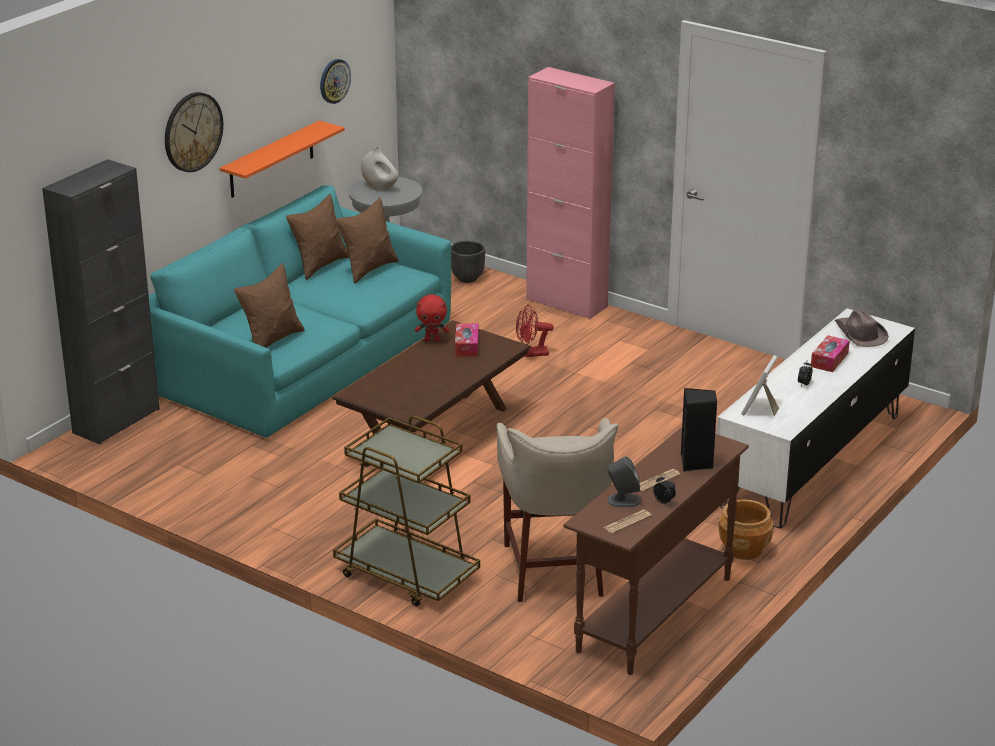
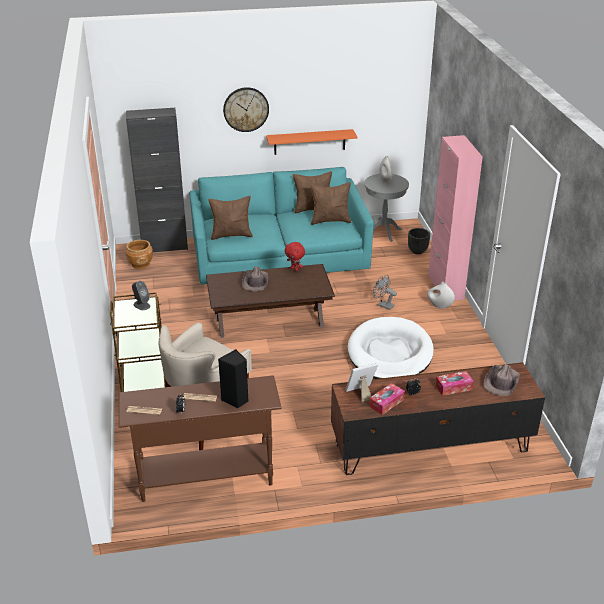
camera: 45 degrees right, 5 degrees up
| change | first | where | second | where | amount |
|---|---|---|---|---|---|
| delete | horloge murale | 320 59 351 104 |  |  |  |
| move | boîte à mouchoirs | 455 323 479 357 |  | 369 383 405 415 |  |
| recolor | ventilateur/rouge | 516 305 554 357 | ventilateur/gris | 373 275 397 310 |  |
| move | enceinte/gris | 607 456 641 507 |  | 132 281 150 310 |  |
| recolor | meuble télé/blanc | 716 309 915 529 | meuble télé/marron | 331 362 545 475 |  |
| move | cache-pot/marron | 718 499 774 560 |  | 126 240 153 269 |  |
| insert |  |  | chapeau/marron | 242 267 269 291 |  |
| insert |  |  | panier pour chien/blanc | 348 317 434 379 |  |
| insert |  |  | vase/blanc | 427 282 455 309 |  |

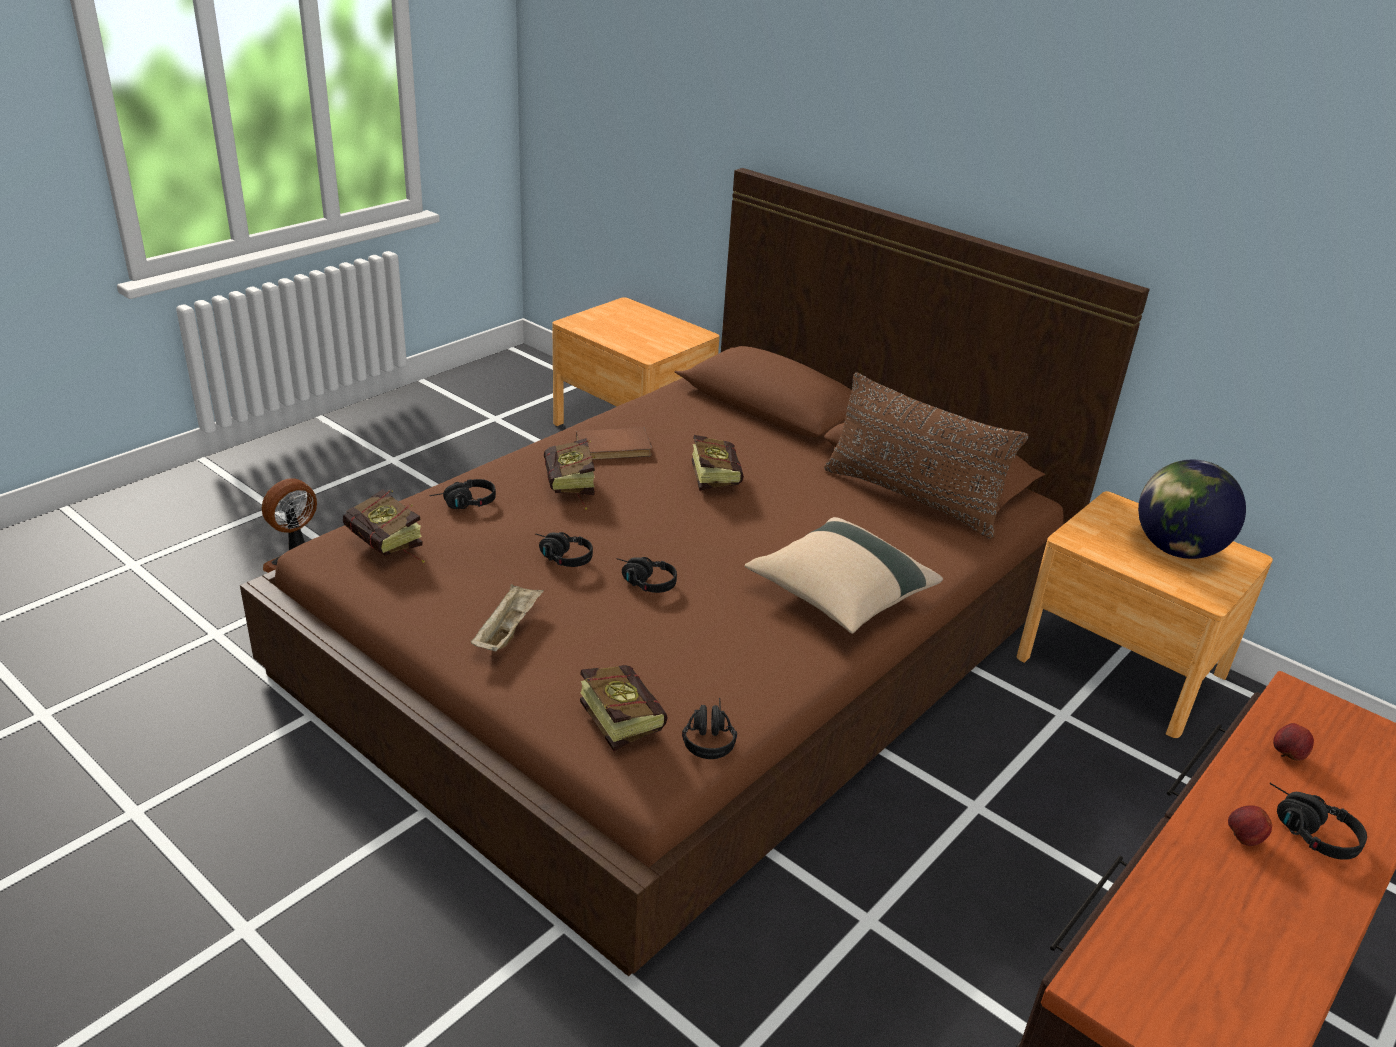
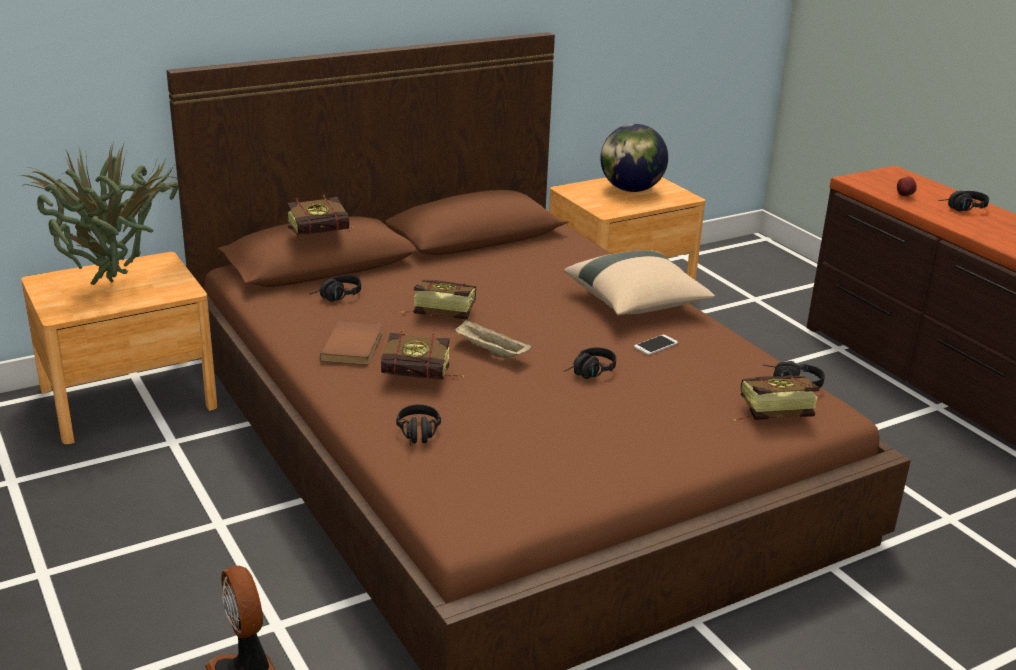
camera: 70 degrees left, 5 degrees down
| change | first | where | second | where | amount |
|---|---|---|---|---|---|
| move | livre | 343 489 424 563 |  | 287 195 353 235 |  |
| move | plateau/beige | 471 584 544 651 |  | 453 320 532 358 |  |
| move | casque audio/noir | 535 532 593 567 |  | 309 275 361 302 |  |
| delete | coussin/marron | 824 372 1029 539 |  |  |  |
| delete | pomme | 1228 806 1272 846 |  |  |  |
| insert |  |  | plante en pot | 21 142 180 285 |  |
| insert |  |  | téléphone | 634 334 678 355 |  |

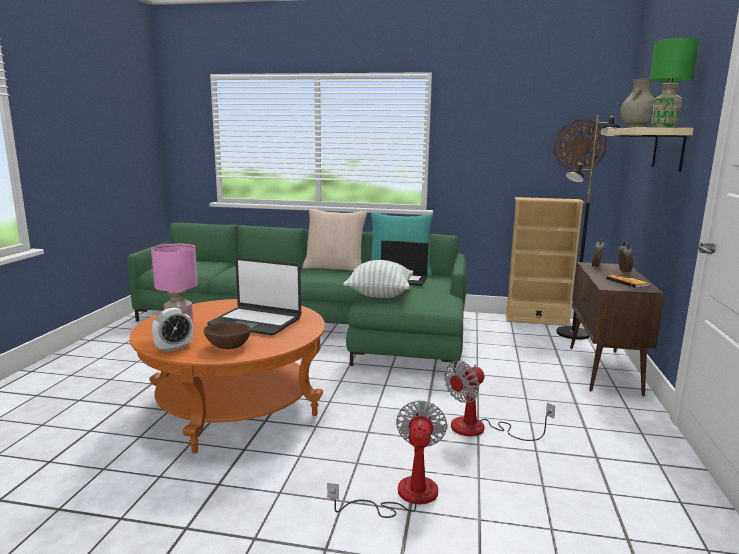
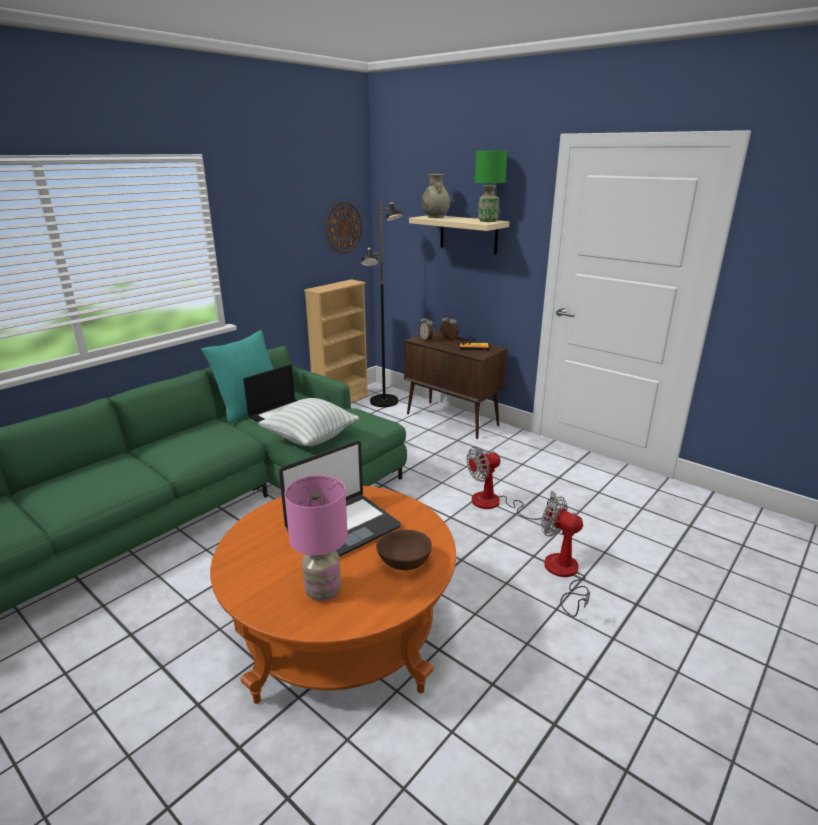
camera: 60 degrees left, 10 degrees up
| change | first | where | second | where | amount |
|---|---|---|---|---|---|
| delete | réveil | 152 308 193 352 |  |  |  |
| delete | coussin/beige | 302 209 368 271 |  |  |  |
| rotate | ventilateur | 444 361 555 441 |  | 467 446 556 520 | 75 degrees clockwise |

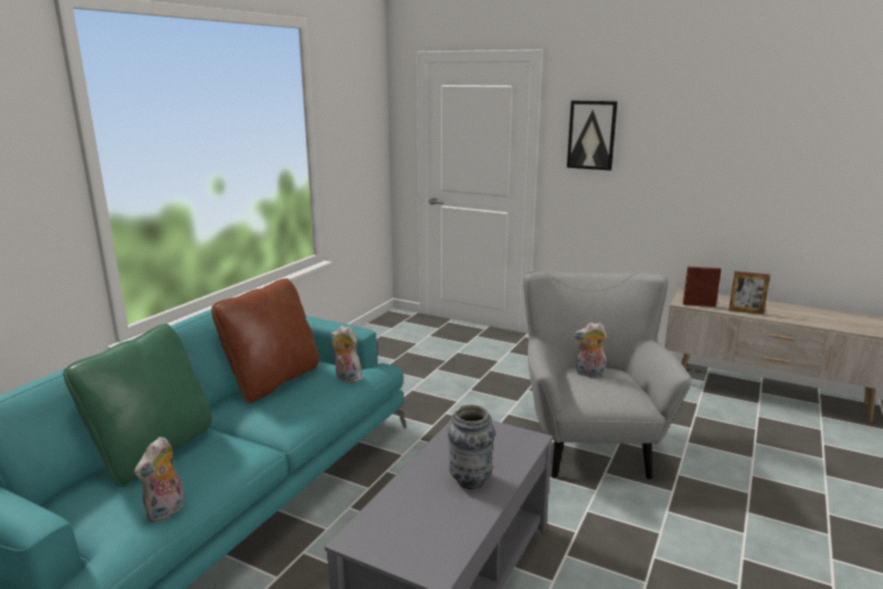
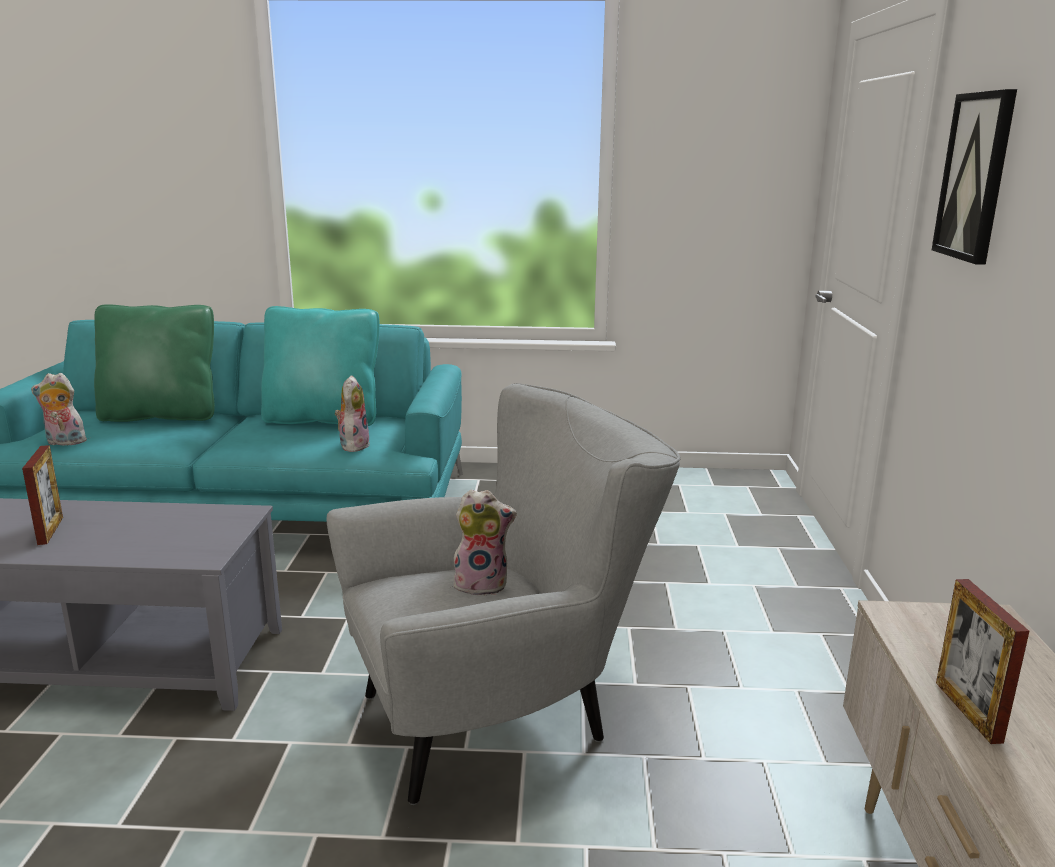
camera: 65 degrees right, 0 degrees up
| change | first | where | second | where | amount |
|---|---|---|---|---|---|
| recolor | coussin/marron | 211 279 319 403 | coussin/turquoise | 261 306 380 426 |  |
| delete | vase | 448 405 495 489 |  |  |  |
| rotate | peluche | 574 323 607 378 |  | 453 489 517 596 | 105 degrees clockwise |
| move | cadre photo | 683 267 721 307 |  | 22 445 63 545 |  |

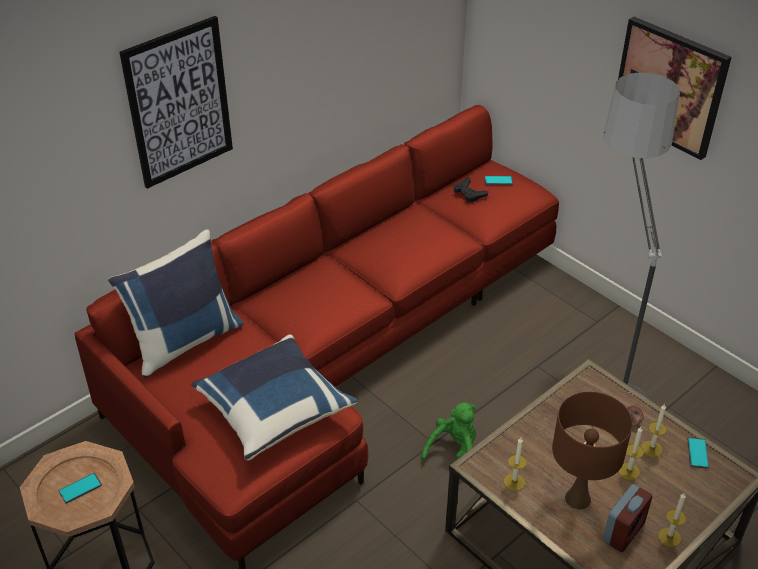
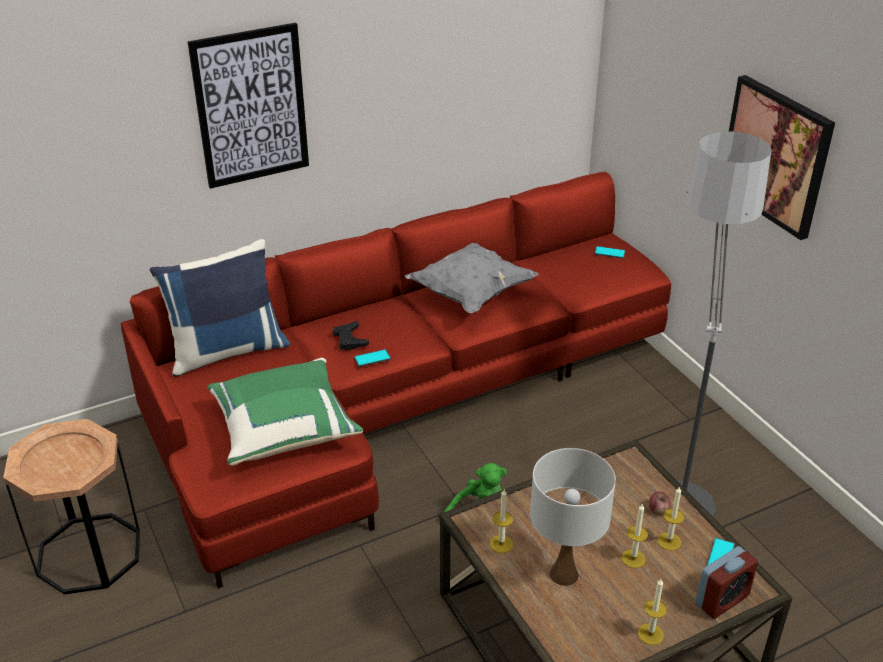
camera: 15 degrees right, 5 degrees down
| change | first | where | second | where | amount |
|---|---|---|---|---|---|
| move | téléphone | 58 473 102 504 |  | 354 349 391 367 |  |
| recolor | coussin/bleu | 191 335 358 461 | coussin/vert | 207 358 363 466 |  |
| move | manette/noir | 453 177 488 203 |  | 333 321 369 351 |  |
| recolor | lampe de table/marron | 552 392 633 510 | lampe de table/blanc | 530 448 616 586 |  |
| move | réveil | 603 484 653 552 |  | 695 546 758 619 |  |
| insert |  |  | coussin/gris | 405 243 539 313 |  |

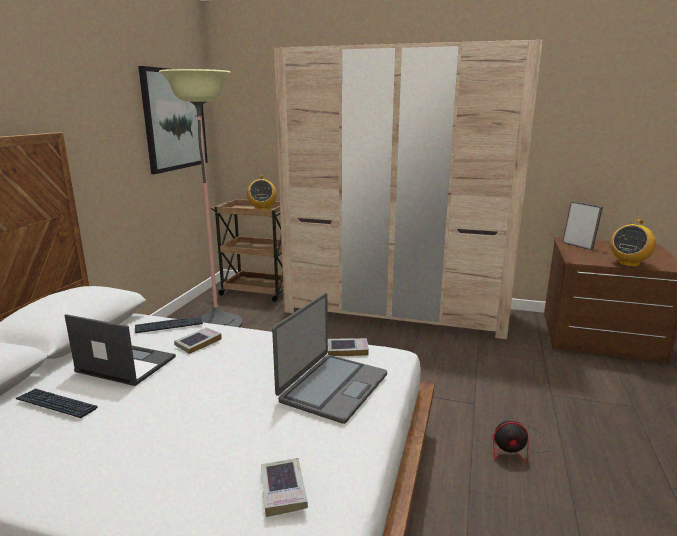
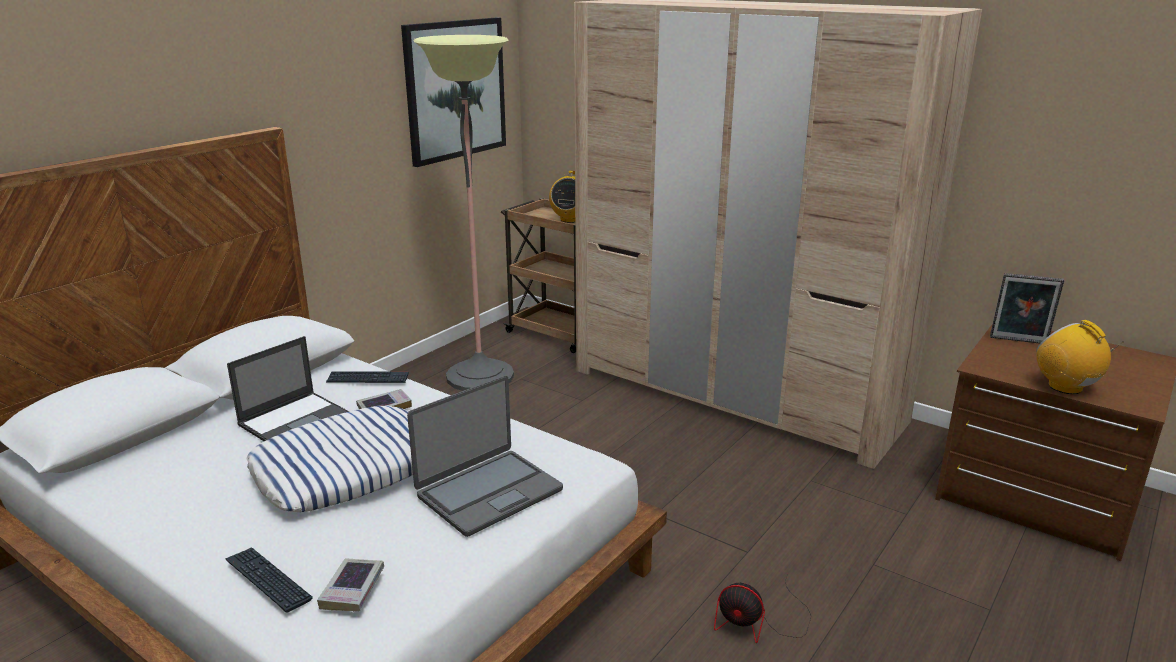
camera: 20 degrees right, 5 degrees up
| change | first | where | second | where | amount |
|---|---|---|---|---|---|
| move | clavier | 16 389 98 418 |  | 225 547 313 613 |  |
| rotate | ordinateur portable | 64 314 176 386 |  | 227 336 350 441 | 90 degrees clockwise |
| delete | livre | 328 338 369 356 |  |  |  |
| rotate | cadre photo | 562 201 603 250 |  | 990 273 1064 344 | 120 degrees clockwise |
| rotate | radio | 610 219 656 267 |  | 1036 320 1124 394 | 90 degrees clockwise |
| insert |  |  | coussin | 247 406 413 512 |  |

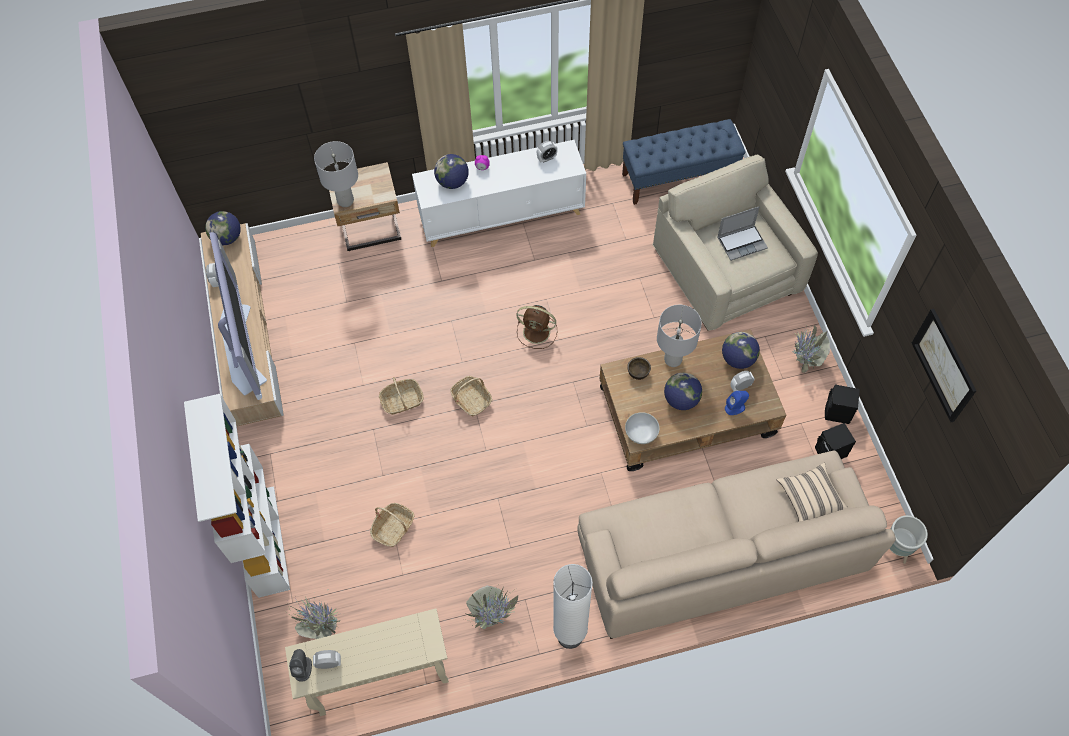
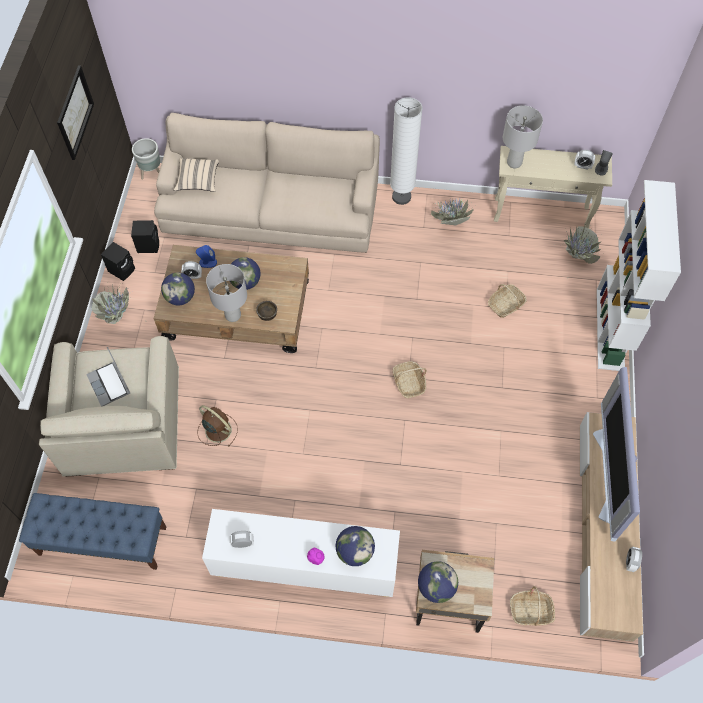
camera: 160 degrees left, 0 degrees up
| change | first | where | second | where | amount |
|---|---|---|---|---|---|
| move | globe | 205 211 241 245 |  | 418 561 458 603 |  |
| move | lampe de table/gris | 314 141 358 207 |  | 503 106 543 168 |  |
| move | panier | 379 377 424 415 |  | 510 586 555 626 |  |
| move | ventilateur/marron | 516 305 557 349 |  | 197 405 238 447 |  |
| delete | bol/blanc | 625 412 660 444 |  |  |  |
| rotate | ordinateur portable | 717 206 768 261 |  | 86 347 130 407 | 120 degrees counterclockwise |

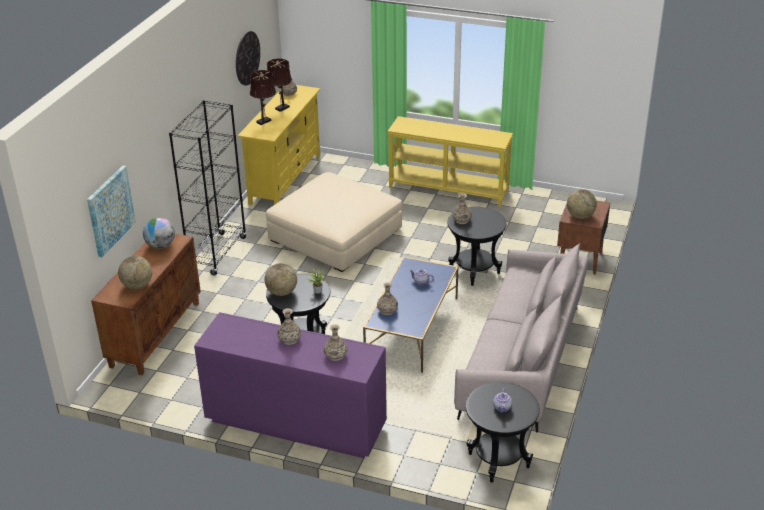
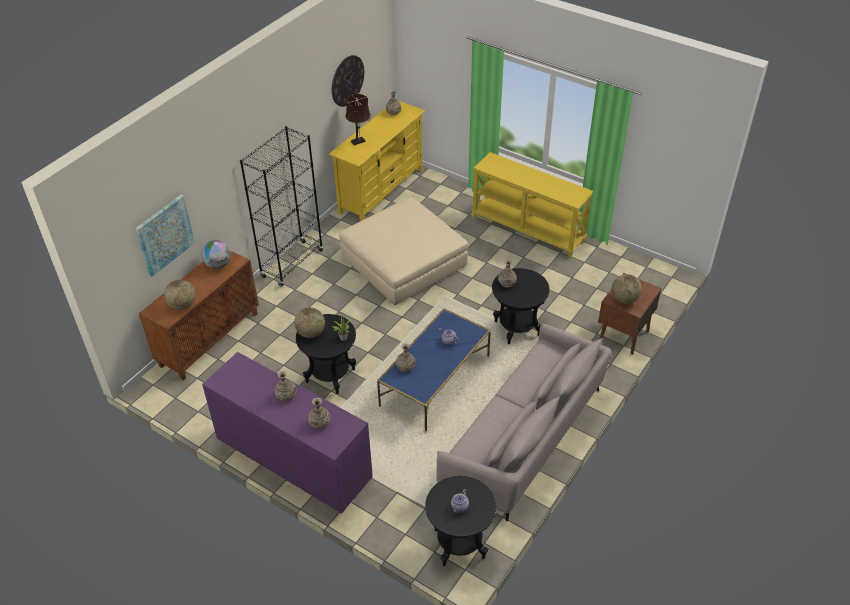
camera: 15 degrees right, 10 degrees up
| change | first | where | second | where | amount |
|---|---|---|---|---|---|
| delete | lampe de table/marron | 267 59 292 112 |  |  |  |

